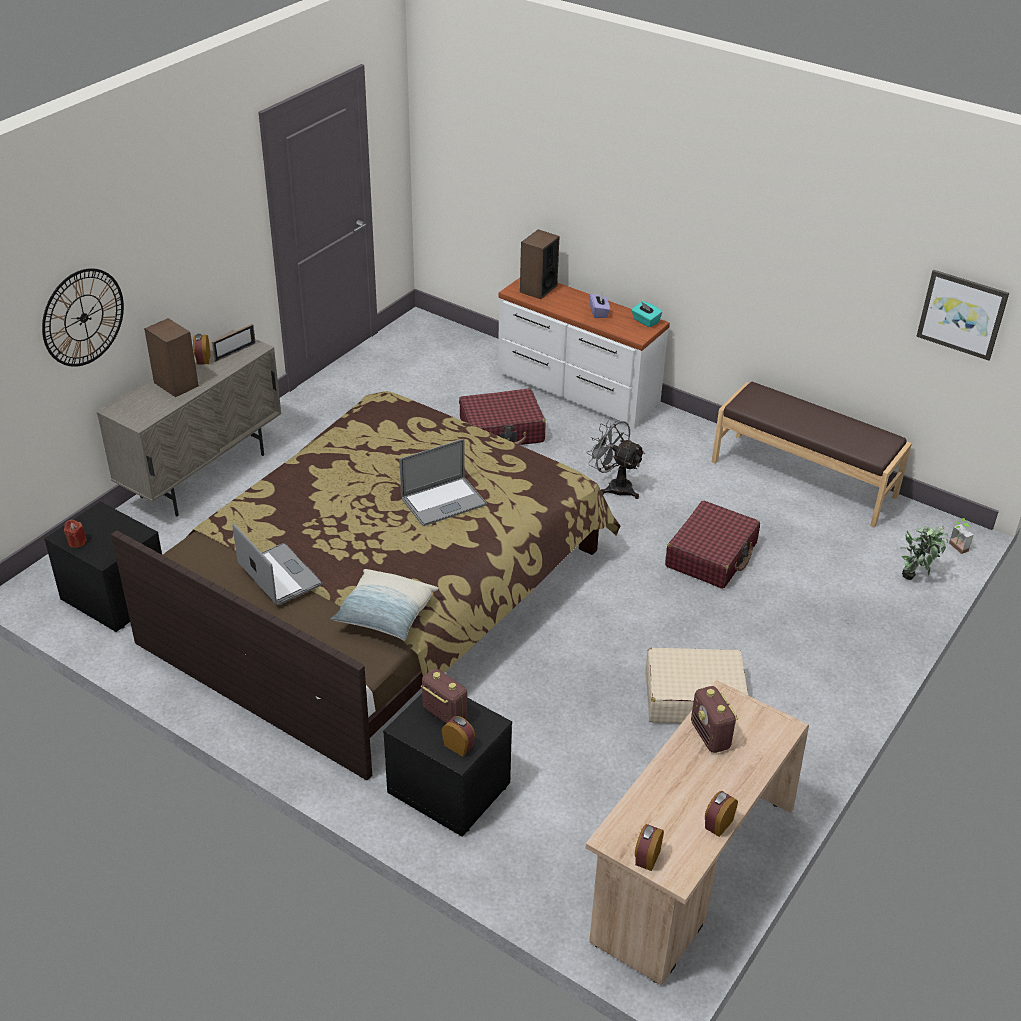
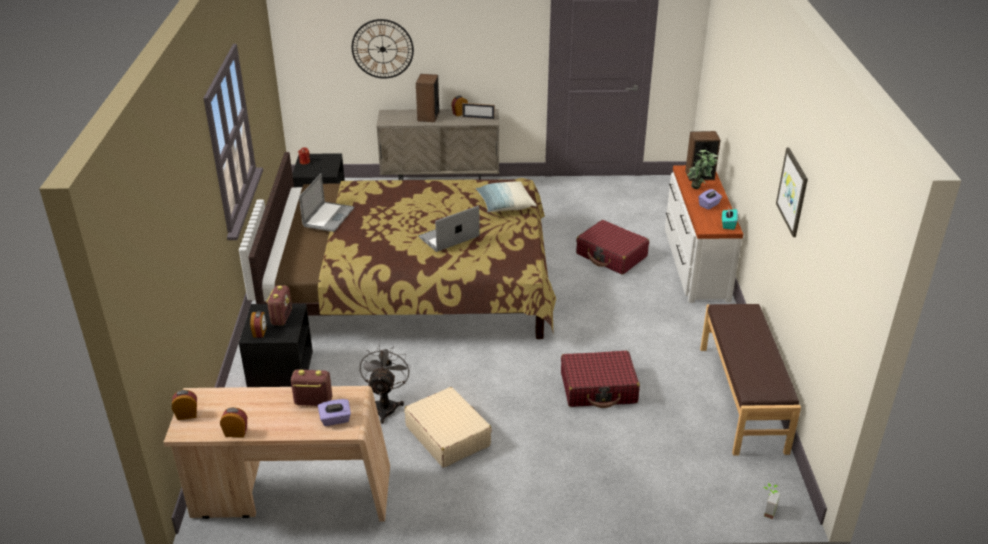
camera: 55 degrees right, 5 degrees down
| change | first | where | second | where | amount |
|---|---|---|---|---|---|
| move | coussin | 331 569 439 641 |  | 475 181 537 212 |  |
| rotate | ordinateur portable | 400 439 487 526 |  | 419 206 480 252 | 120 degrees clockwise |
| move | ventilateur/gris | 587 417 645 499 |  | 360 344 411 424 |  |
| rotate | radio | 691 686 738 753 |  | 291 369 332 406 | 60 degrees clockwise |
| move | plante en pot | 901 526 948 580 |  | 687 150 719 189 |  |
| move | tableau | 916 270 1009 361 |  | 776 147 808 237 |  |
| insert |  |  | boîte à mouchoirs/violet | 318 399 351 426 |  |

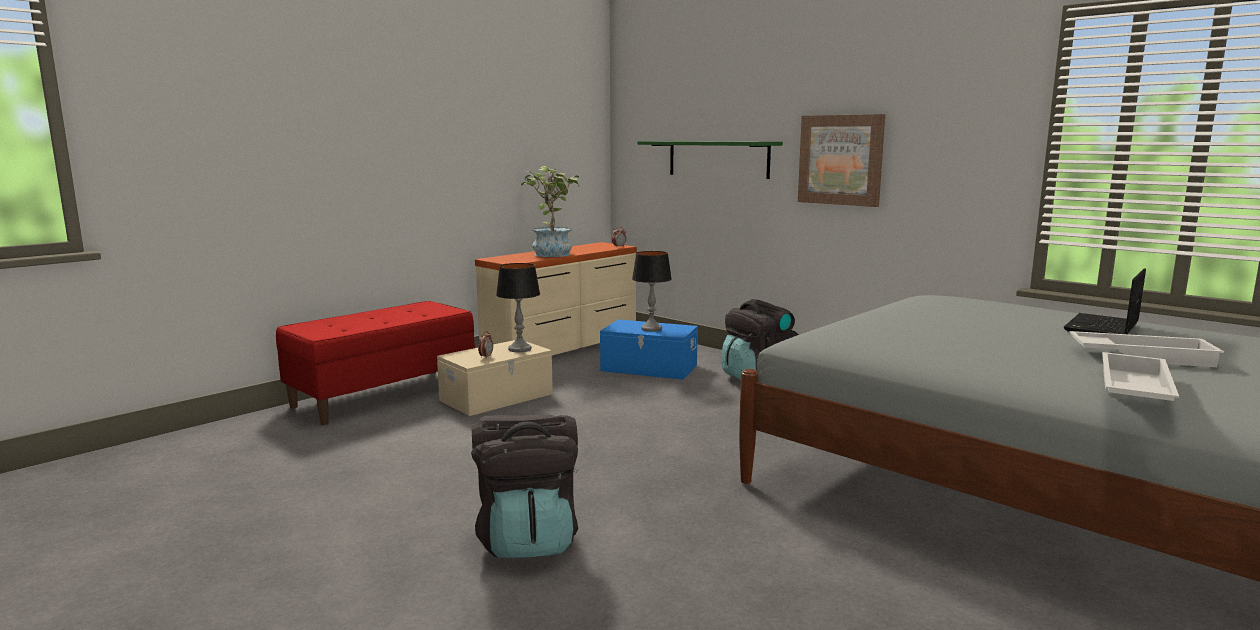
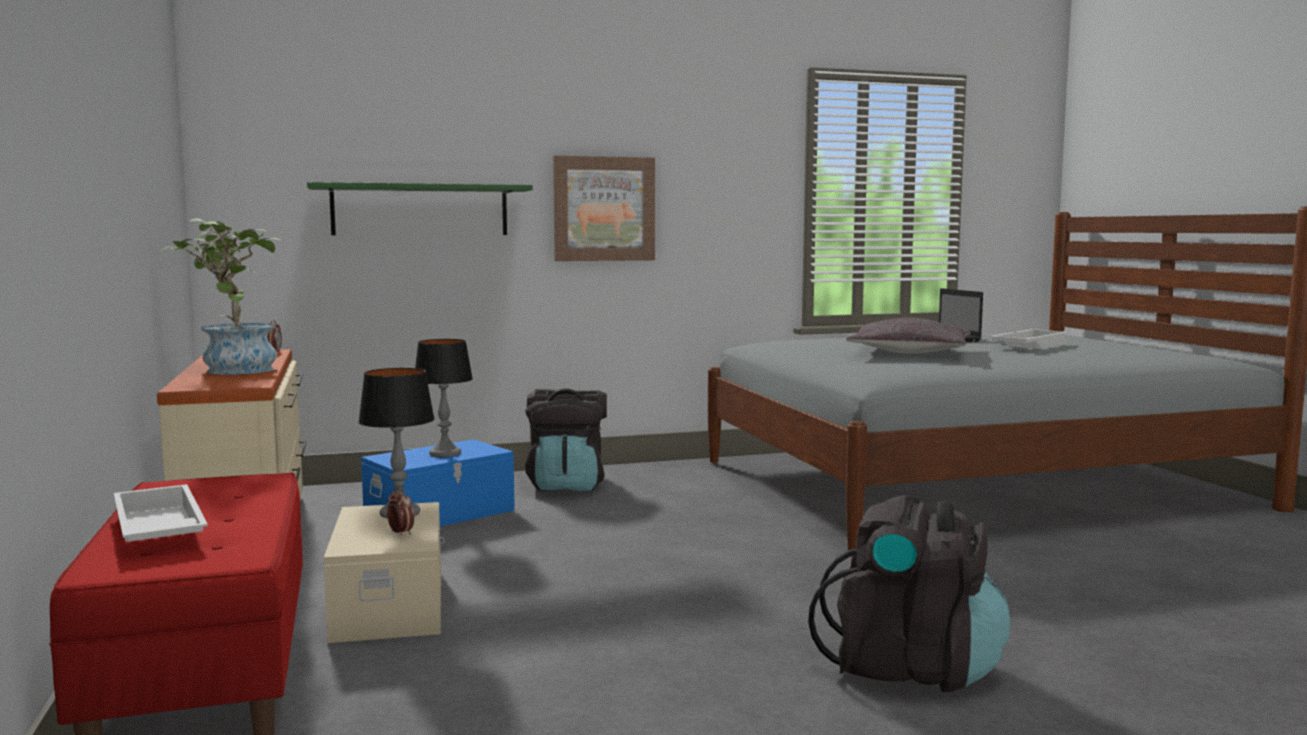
camera: 60 degrees left, 5 degrees down
| change | first | where | second | where | amount |
|---|---|---|---|---|---|
| move | plateau/blanc | 1102 352 1179 401 |  | 114 484 208 542 |  |
| insert |  |  | coussin/gris | 846 317 971 354 |  |

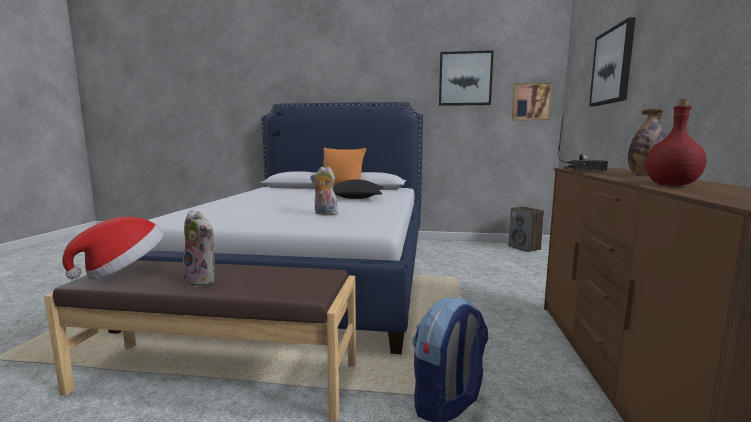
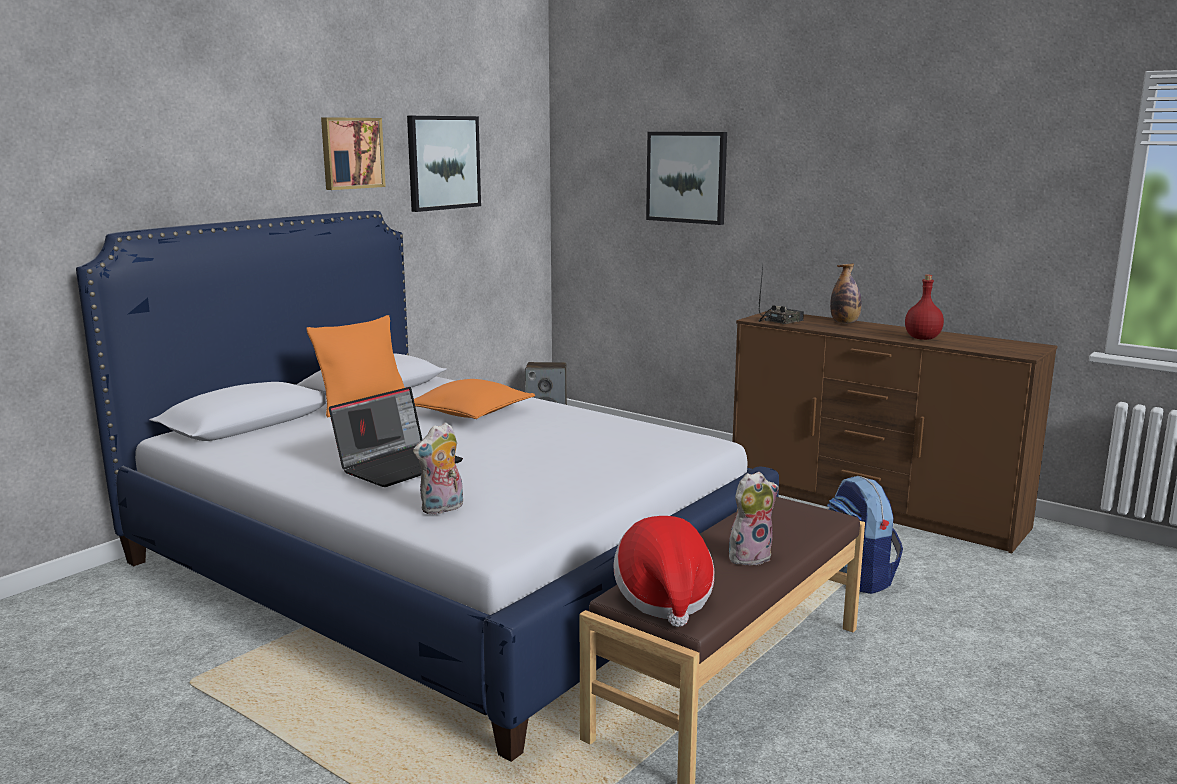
camera: 60 degrees left, 5 degrees up
| change | first | where | second | where | amount |
|---|---|---|---|---|---|
| move | peluche | 311 167 338 215 |  | 413 422 463 514 |  |
| recolor | coussin/noir | 333 179 383 199 | coussin/orange | 414 379 535 419 |  |
| move | tableau | 512 82 553 120 |  | 321 117 386 190 |  |
| insert |  |  | ordinateur portable | 329 387 463 487 |  |

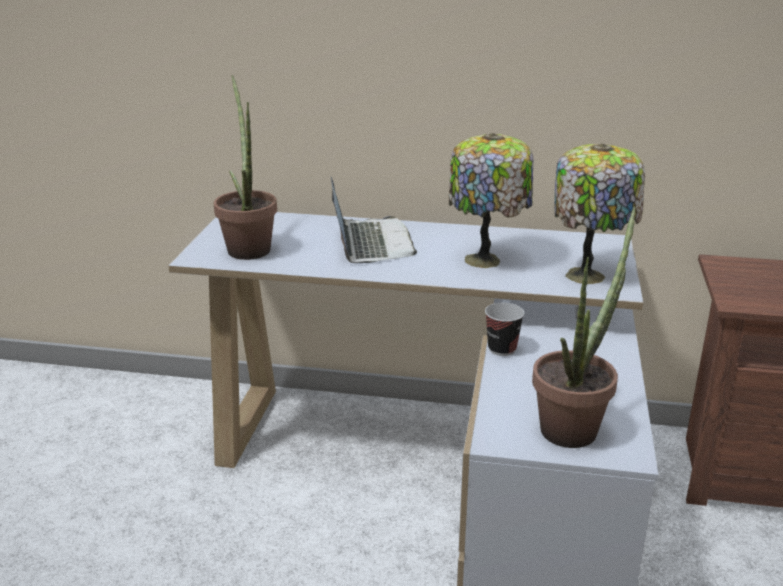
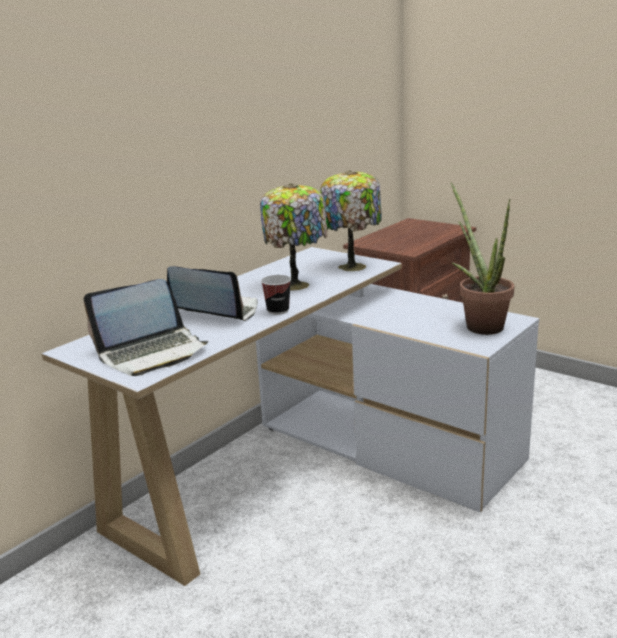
camera: 60 degrees left, 5 degrees down
| change | first | where | second | where | amount |
|---|---|---|---|---|---|
| replace | plante en pot | 214 75 277 260 | ordinateur portable | 83 279 209 376 |  |
| move | tasse | 485 303 525 356 |  | 261 275 291 315 |  |

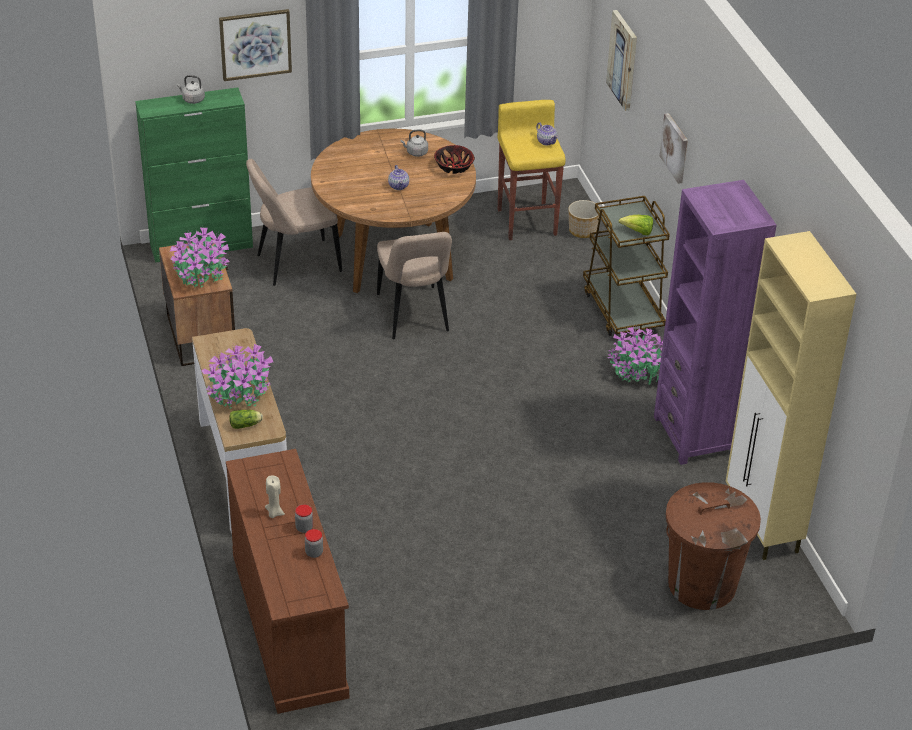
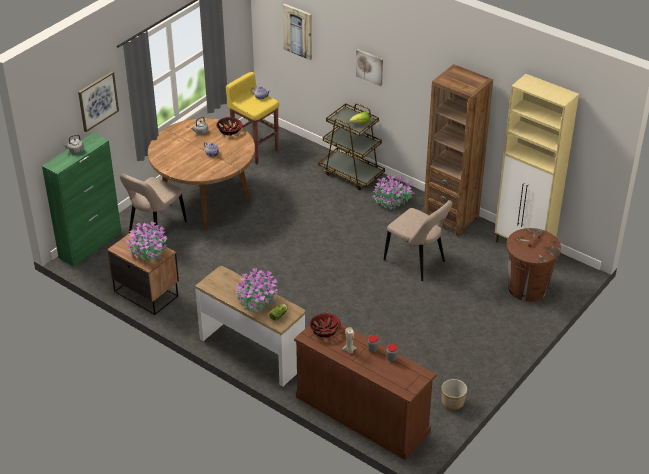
camera: 35 degrees left, 0 degrees up
| change | first | where | second | where | amount |
|---|---|---|---|---|---|
| move | chaise/beige | 377 232 452 339 |  | 384 200 452 281 |  |
| move | cache-pot | 568 200 599 238 |  | 441 379 467 410 |  |
| recolor | bibliothèque/violet | 654 180 777 465 | bibliothèque/marron | 423 64 493 237 |  |
| insert |  |  | bol | 309 313 341 338 |  |

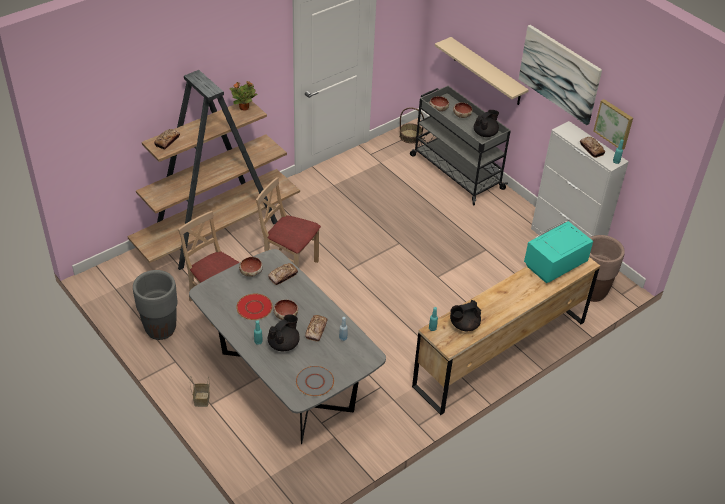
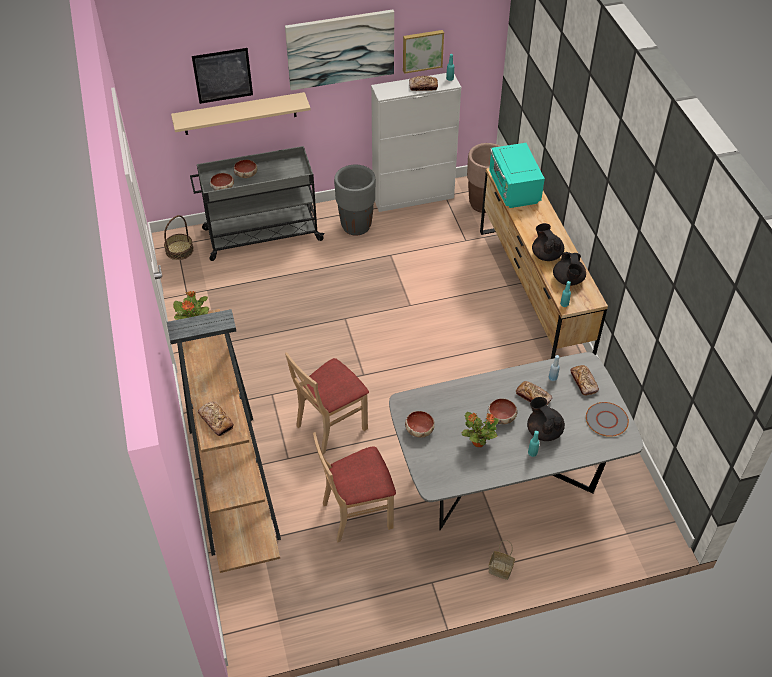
camera: 65 degrees left, 5 degrees up
| change | first | where | second | where | amount |
|---|---|---|---|---|---|
| move | cache-pot/gris | 133 270 177 340 |  | 334 165 376 236 |  |
| replace | assiette/rouge | 236 293 272 320 | plante en pot | 461 412 499 447 |  |
| move | pain | 268 263 298 285 |  | 570 365 599 396 |  |
| move | théière/noir | 474 110 499 137 |  | 532 223 564 261 |  |
| insert |  |  | tableau | 192 48 253 104 |  |

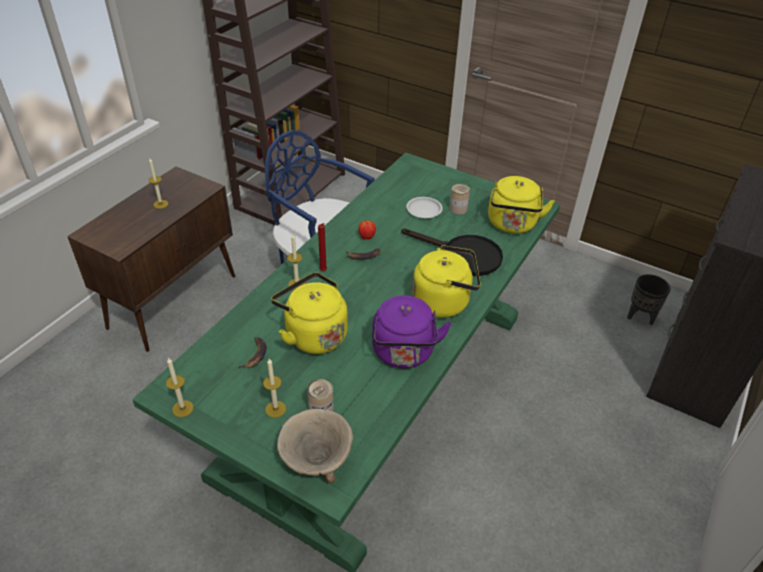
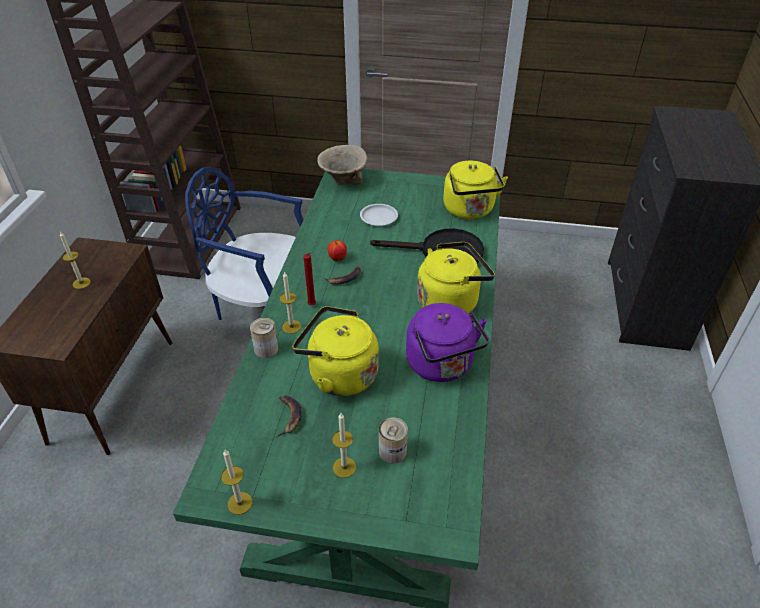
camera: 20 degrees left, 0 degrees up
| change | first | where | second | where | amount |
|---|---|---|---|---|---|
| move | bol/beige | 277 409 353 484 |  | 317 145 367 185 |  |
| move | boîte métallique | 449 184 470 215 |  | 250 318 279 358 |  |
| delete | cache-pot/noir | 627 274 670 325 |  |  |  |

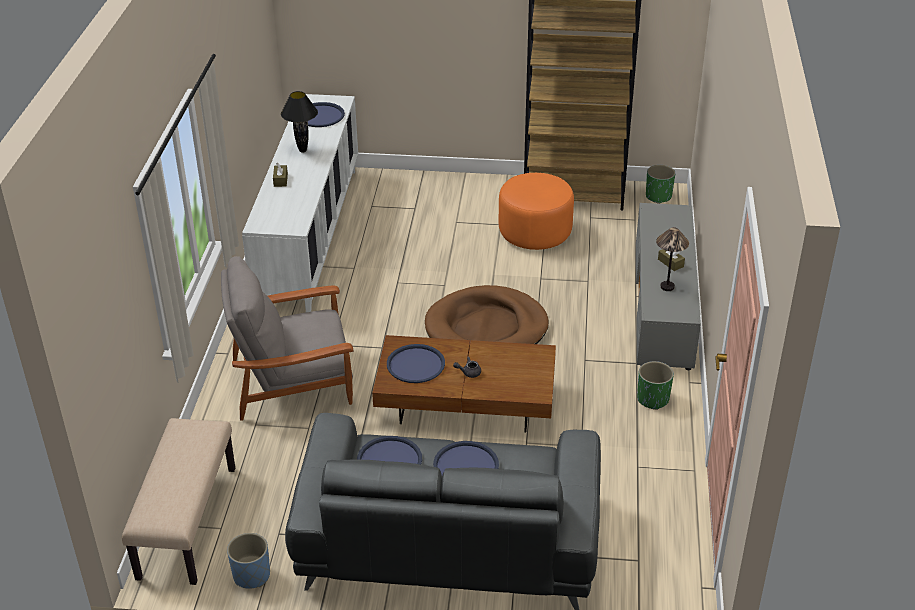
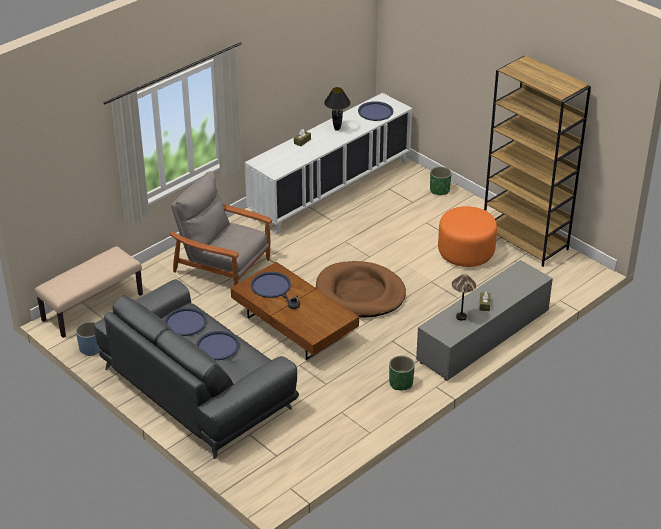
camera: 40 degrees right, 0 degrees up
| change | first | where | second | where | amount |
|---|---|---|---|---|---|
| move | cache-pot/vert | 646 165 675 204 |  | 430 166 452 195 |  |

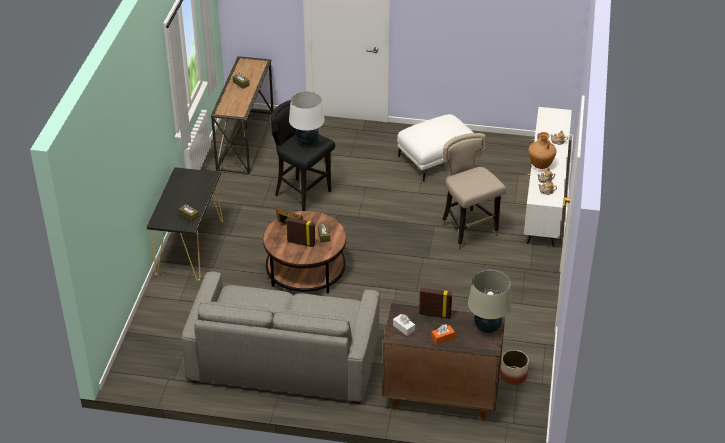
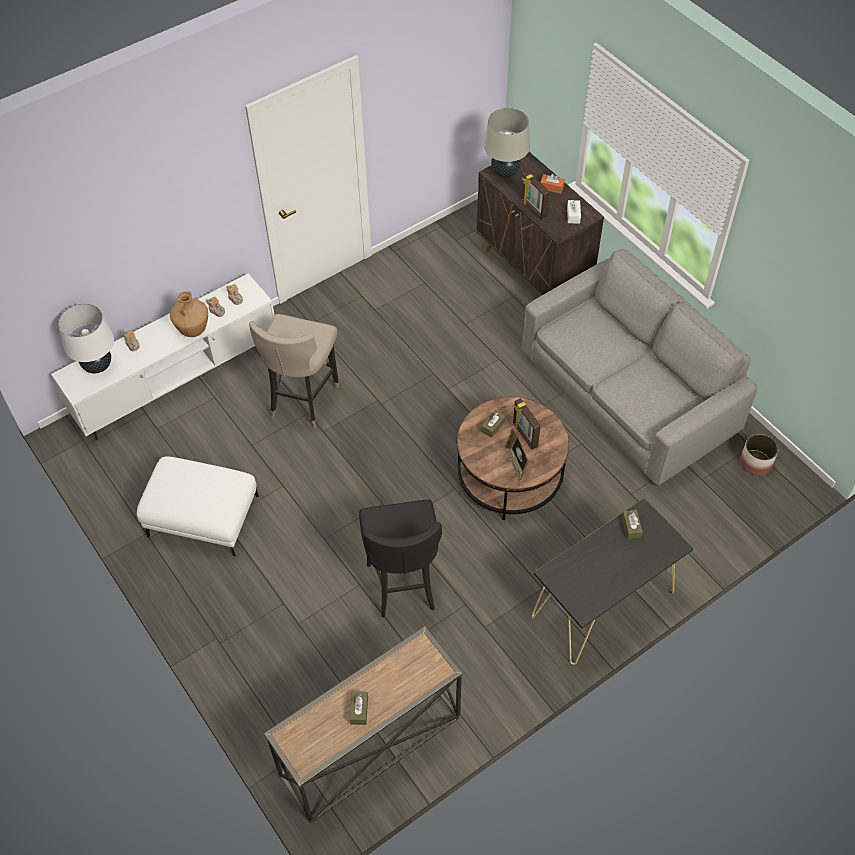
camera: 135 degrees left, 15 degrees up
| change | first | where | second | where | amount |
|---|---|---|---|---|---|
| move | lampe de table/blanc | 289 91 325 145 |  | 58 304 114 374 |  |
| move | cache-pot | 500 350 529 385 |  | 740 434 778 475 |  |

